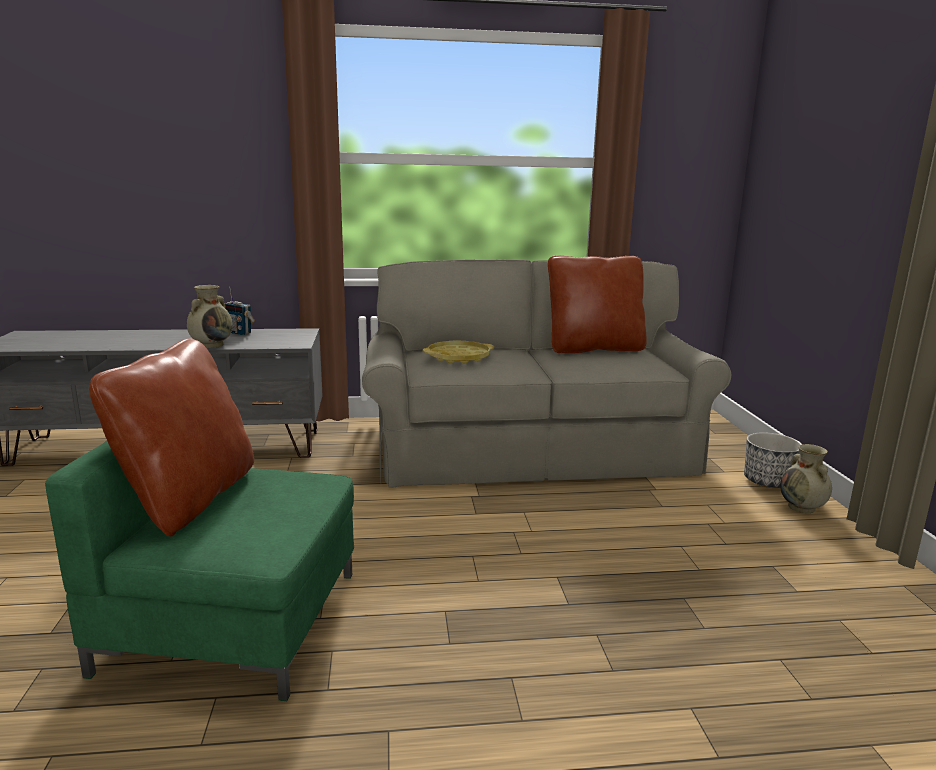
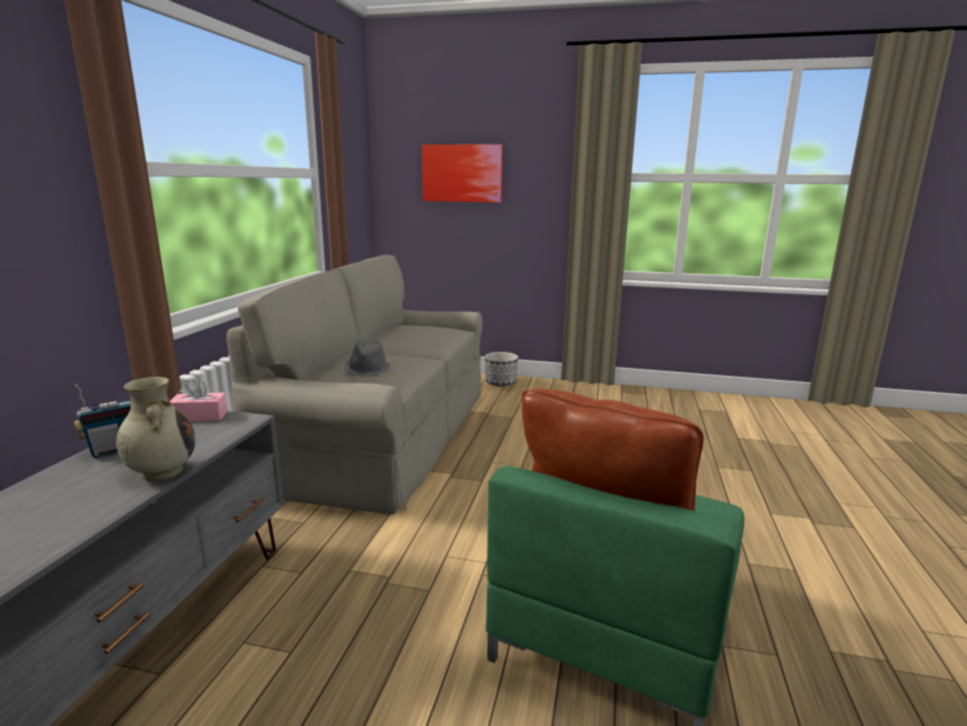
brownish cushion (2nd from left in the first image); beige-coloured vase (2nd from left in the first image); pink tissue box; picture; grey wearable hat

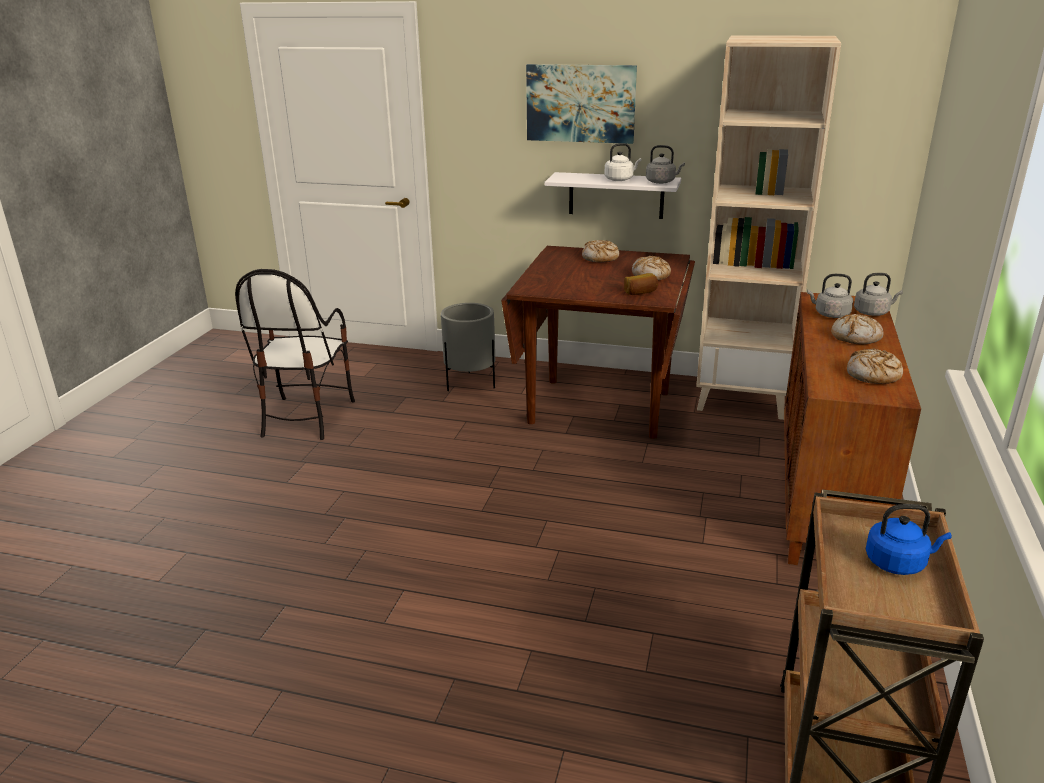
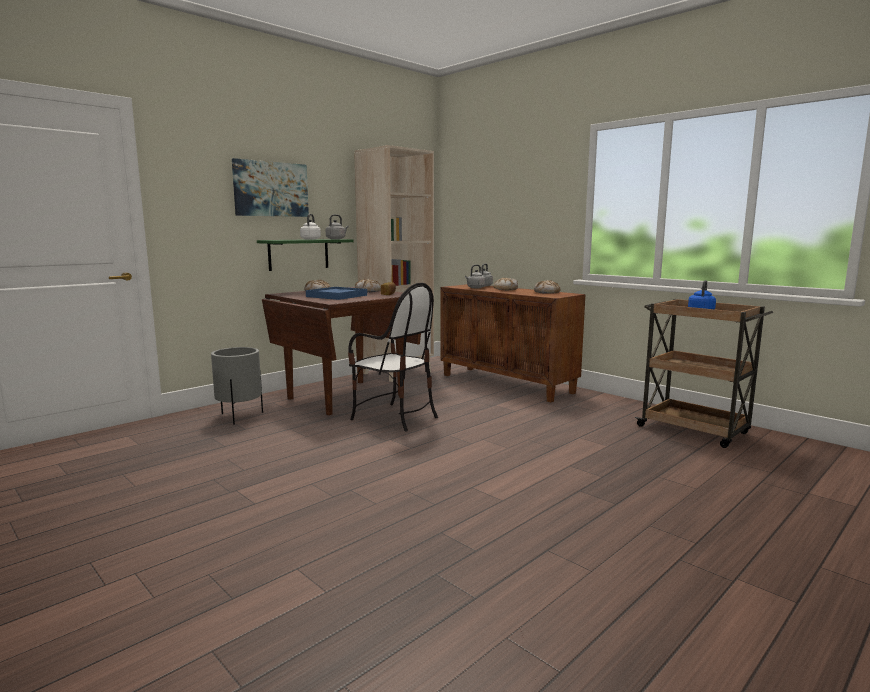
blue-coloured tray; upright chair; green shelf

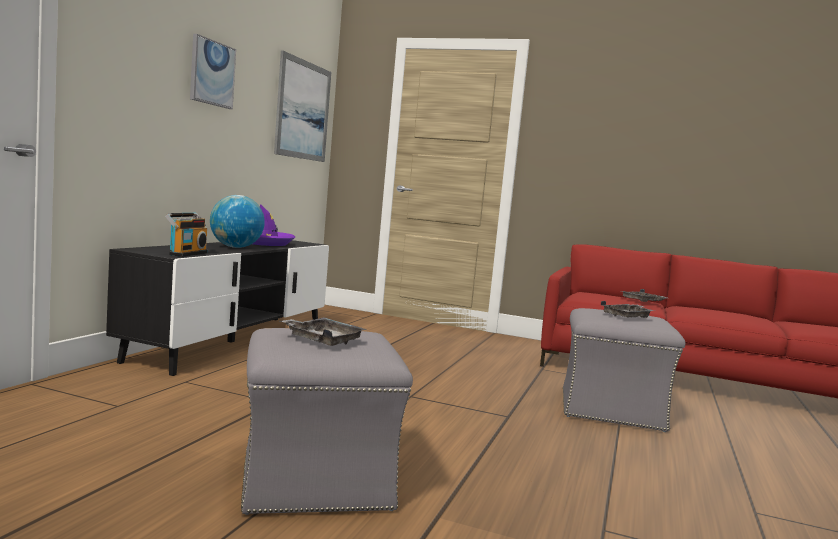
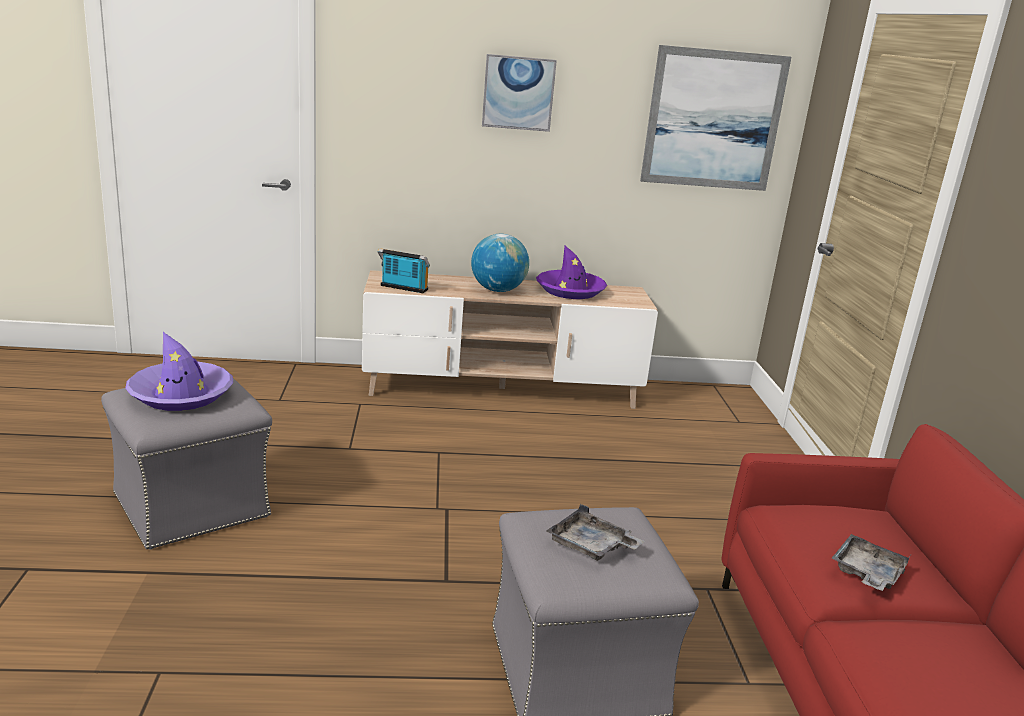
purple wearable hat (1st from left); beige-coloured media console; radio receiver

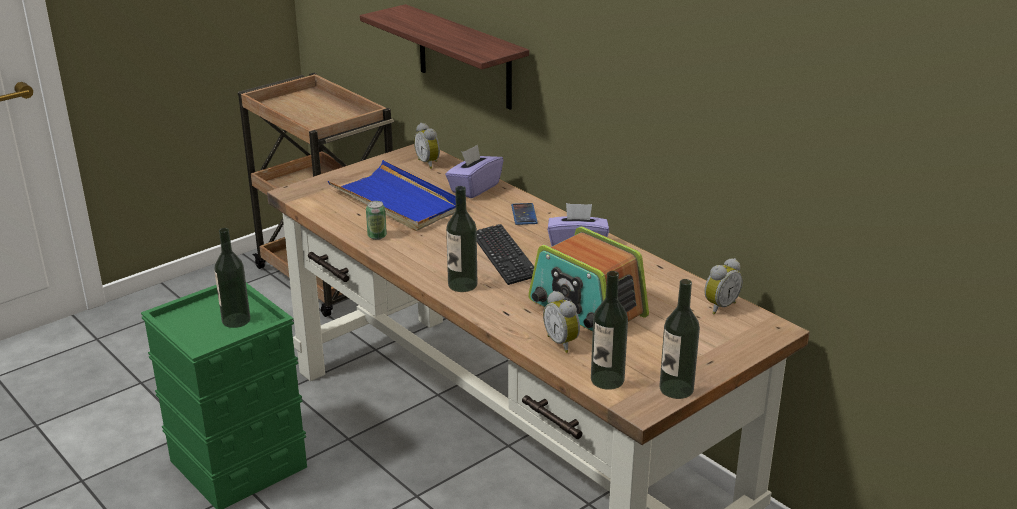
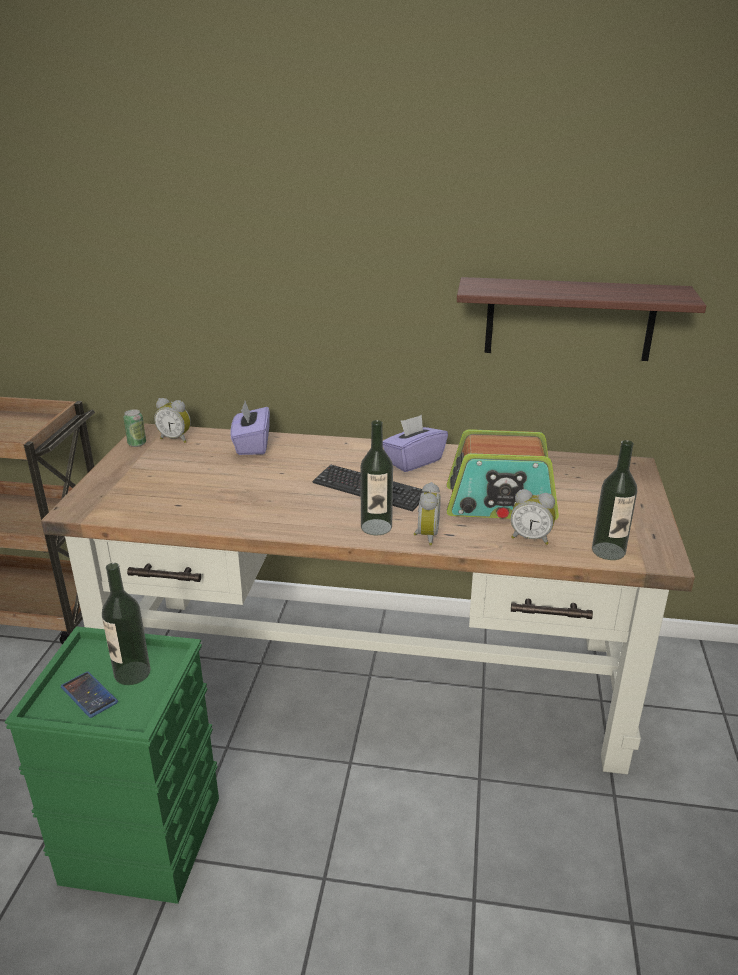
blue-coloured tray; beverage bottle (4th from left in the first image); shelf; sealed can; telephone; bedside clock (2nd from left)

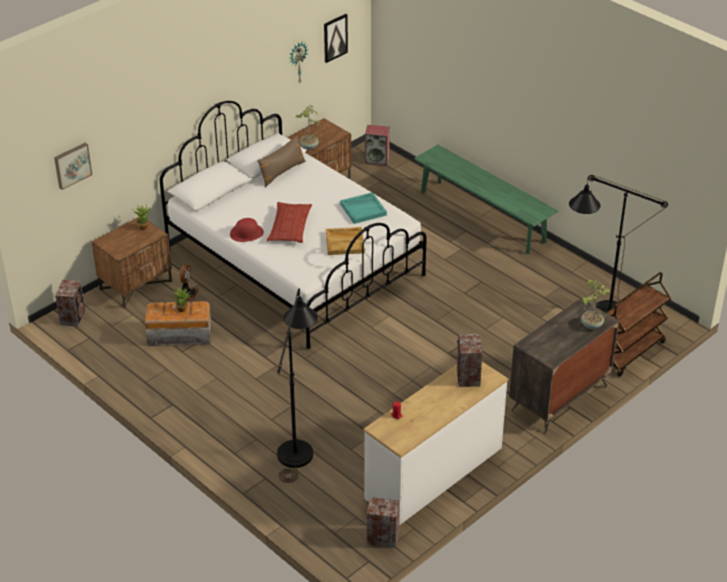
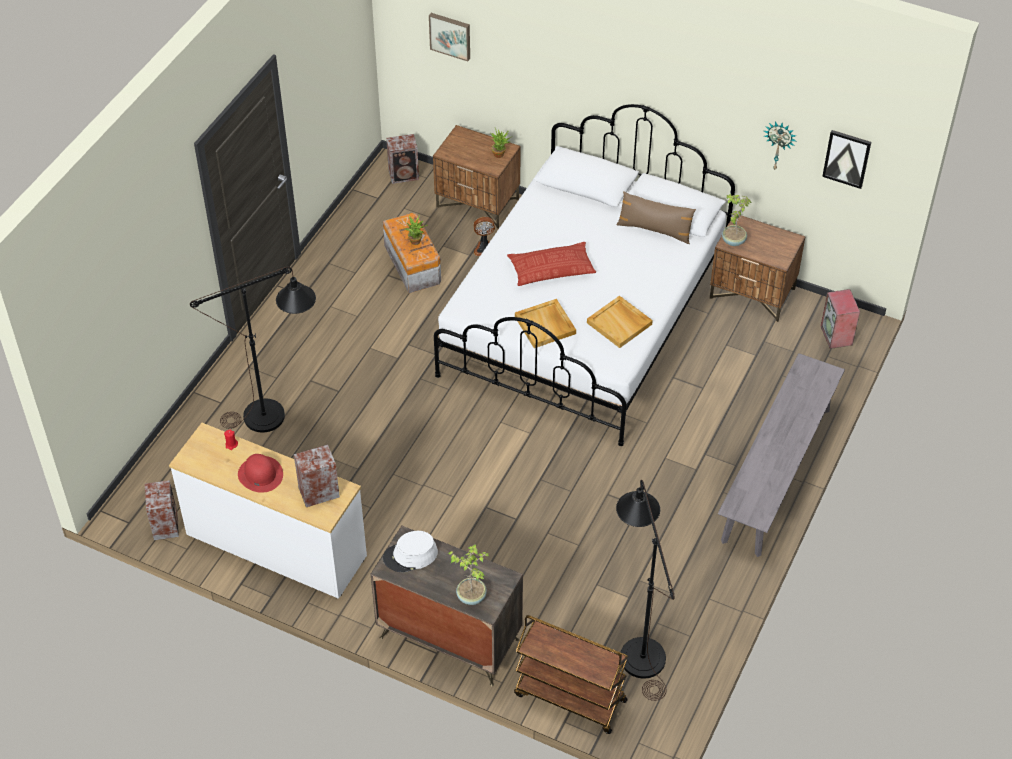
white wearable hat; red-coloured wearable hat; beige-coloured tray (2nd from left); grey bench

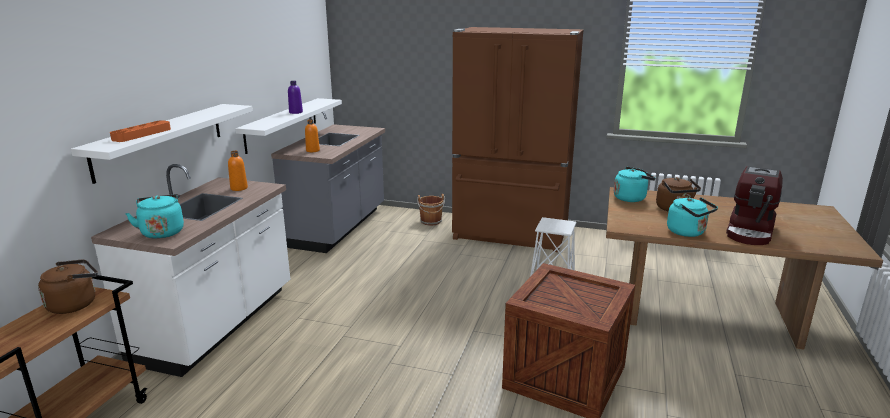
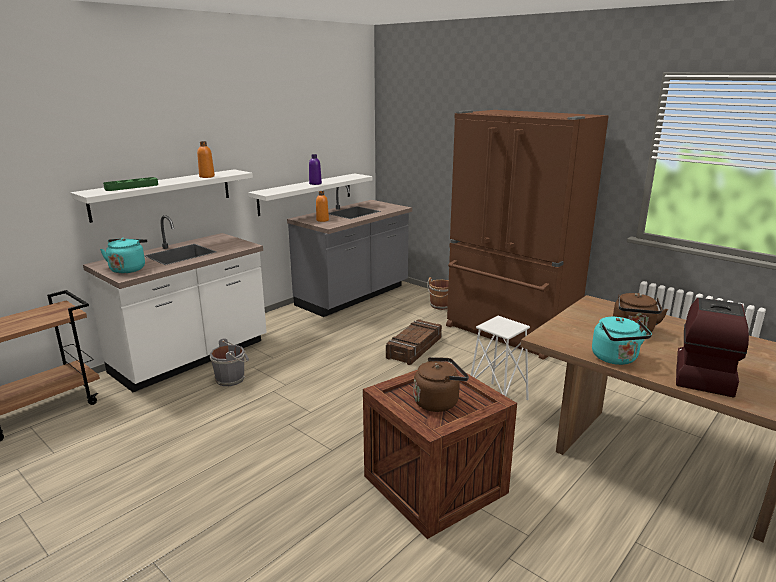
turquoise-coloured tea kettle (2nd from left in the first image); grey pail; packing crate (1st from left); brownish tea kettle (1st from left); orange-coloured beverage bottle (1st from left); green tray; coffee maker

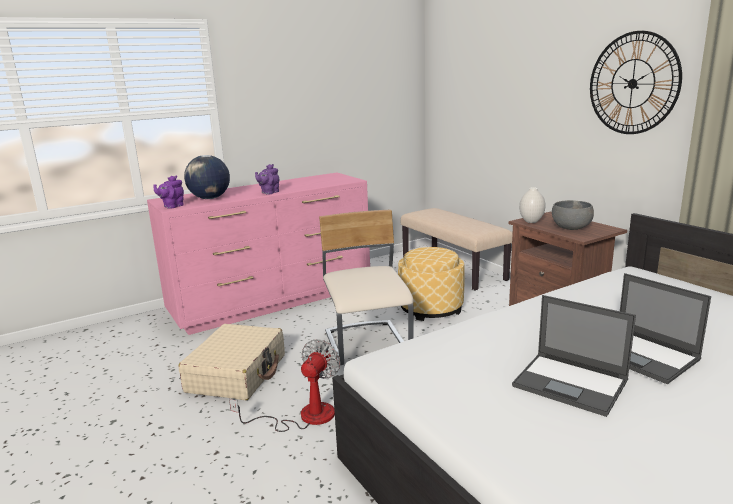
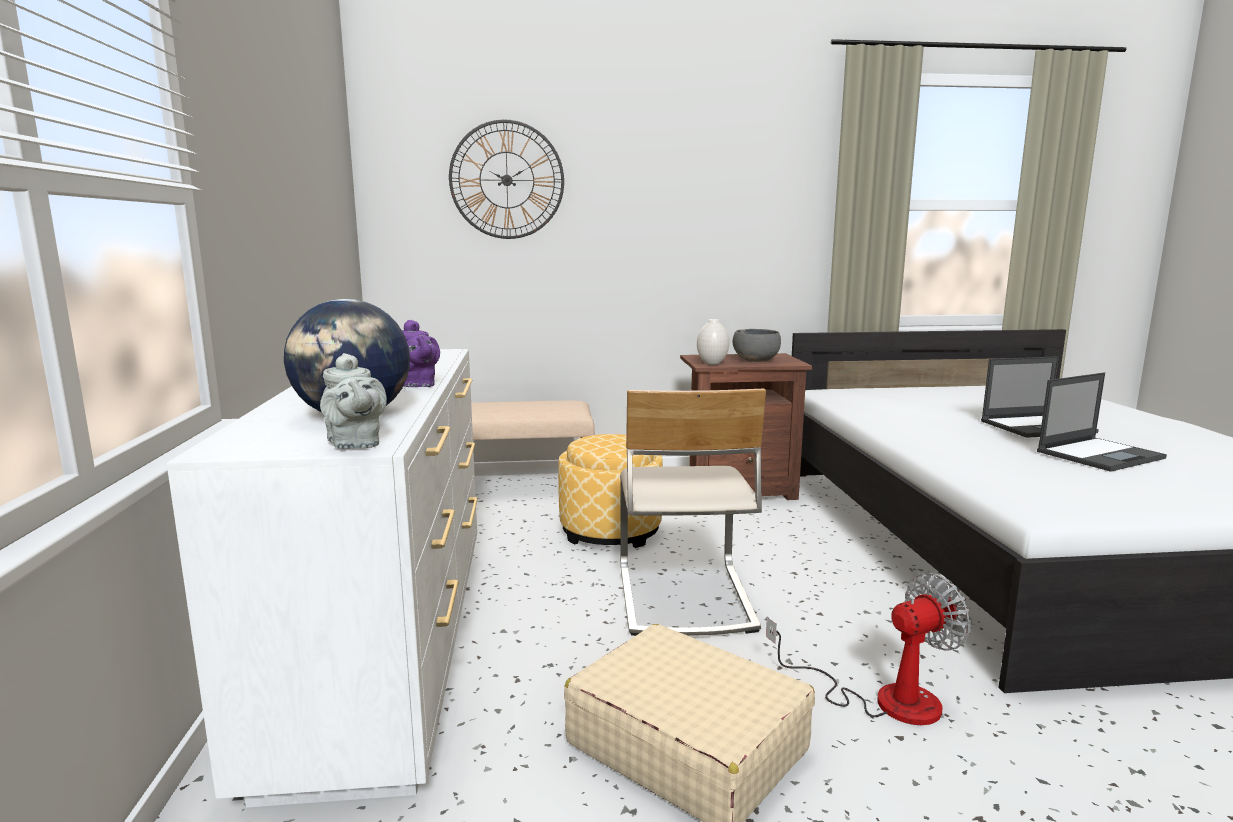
hanging clock; white dresser; grey pot for tea; fan; beige-coloured upright chair

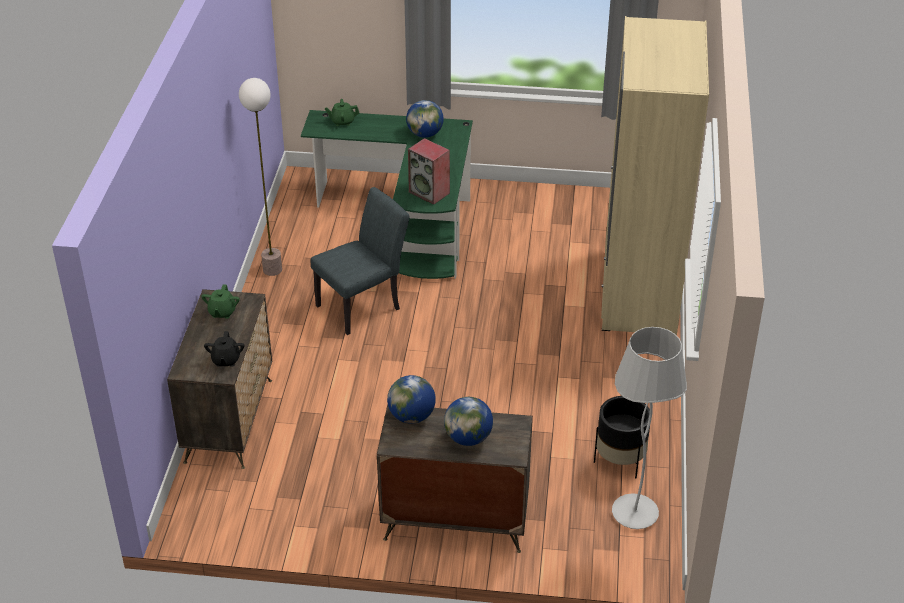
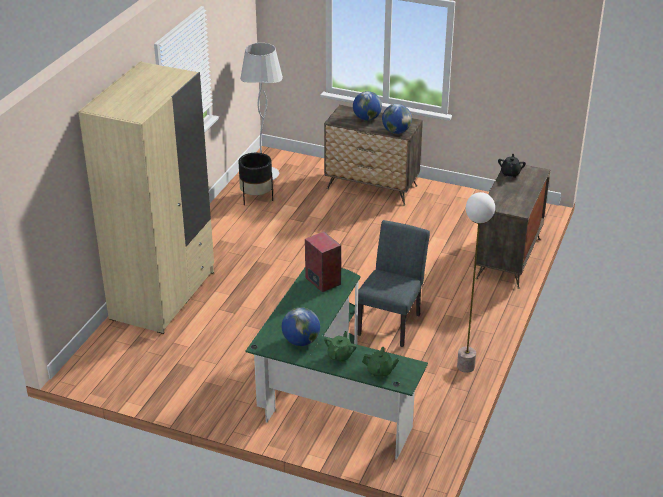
green pot for tea (1st from left); grey upright chair

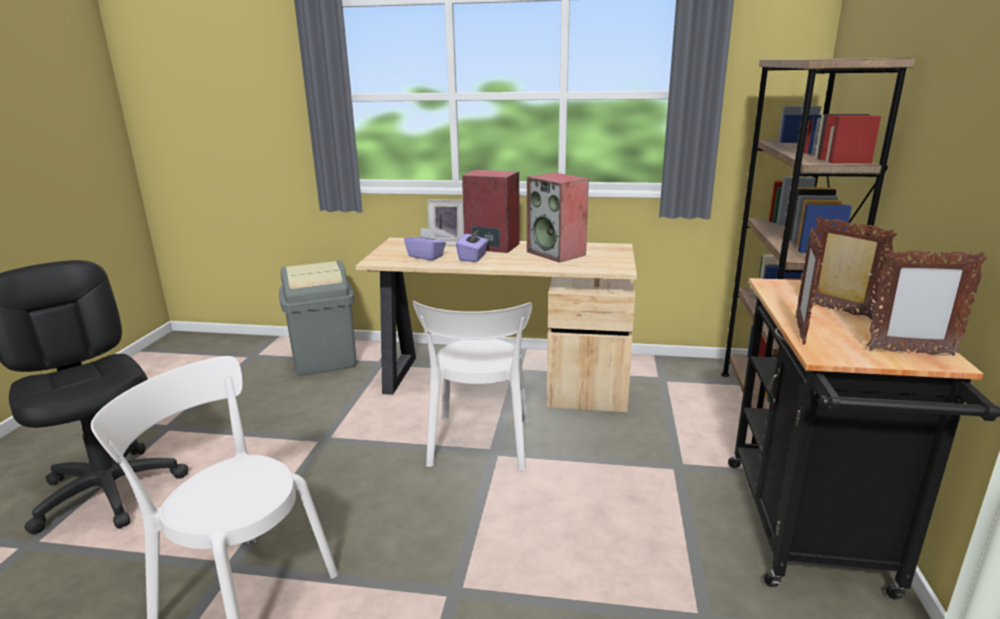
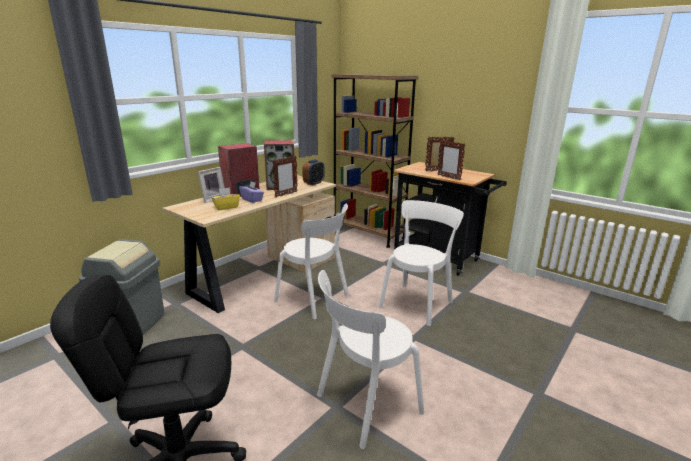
bedside clock; white upright chair (3rd from left); photo frame (2nd from left); yellow tissue box

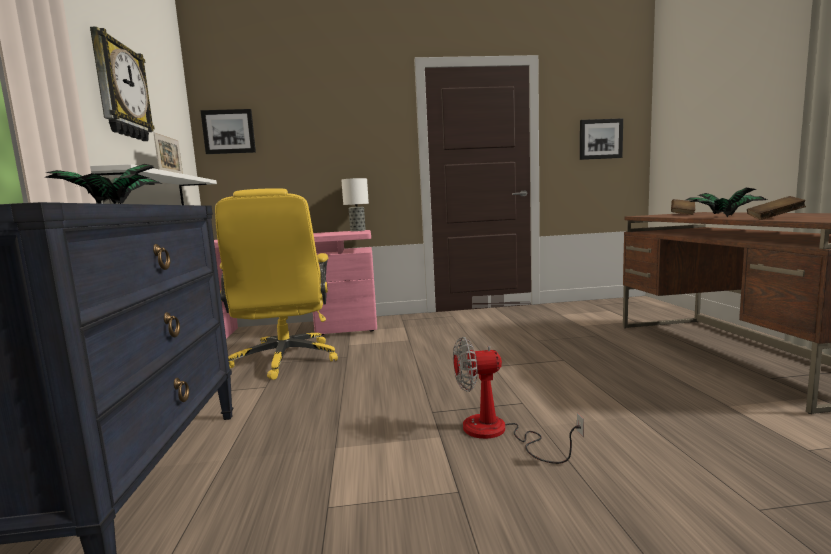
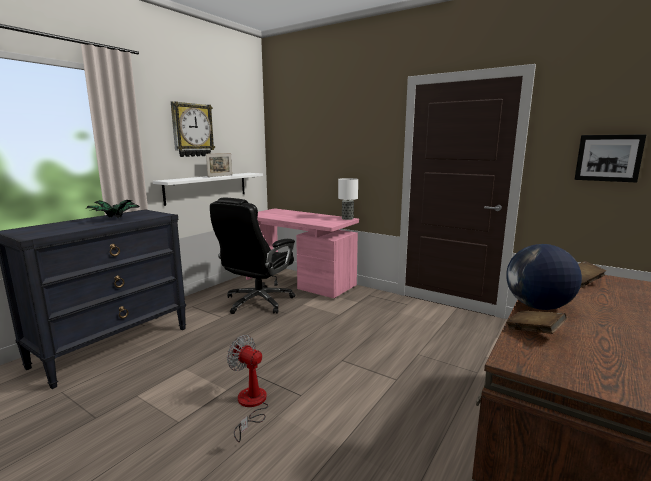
picture (1st from left in the first image); world globe; blackish computer chair

